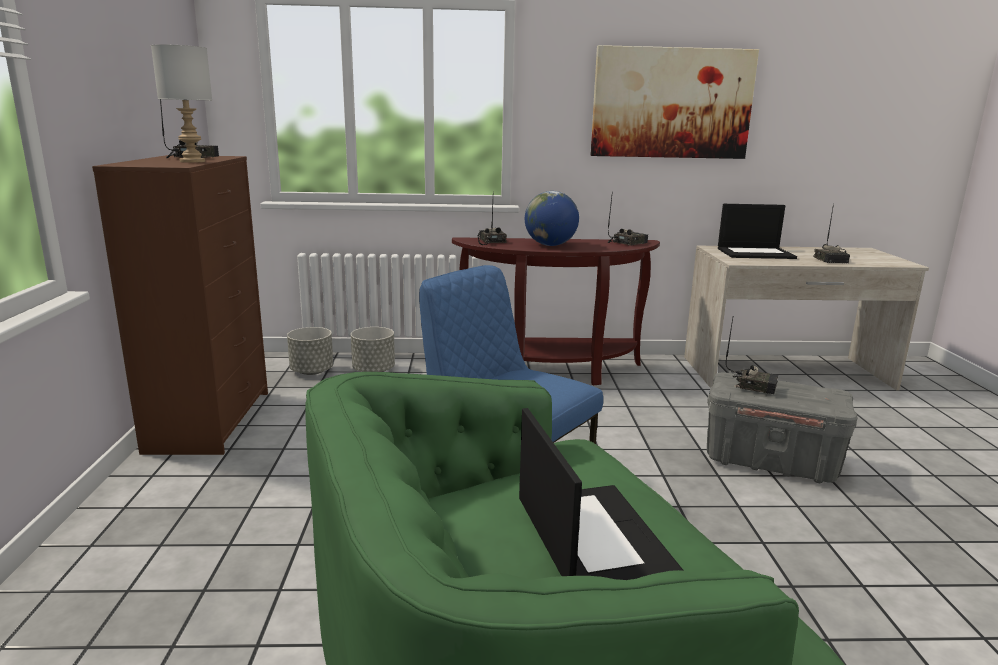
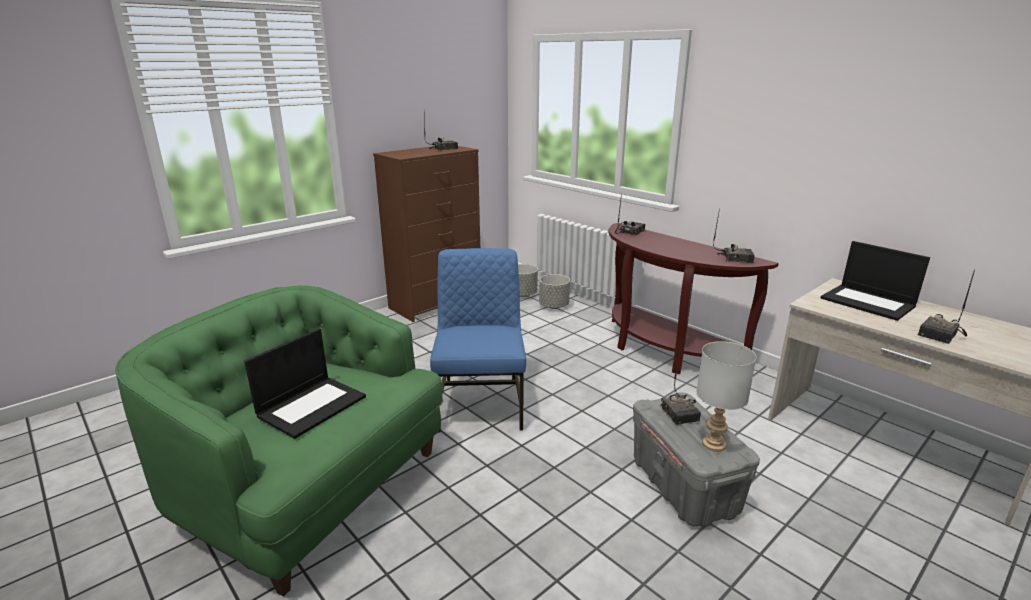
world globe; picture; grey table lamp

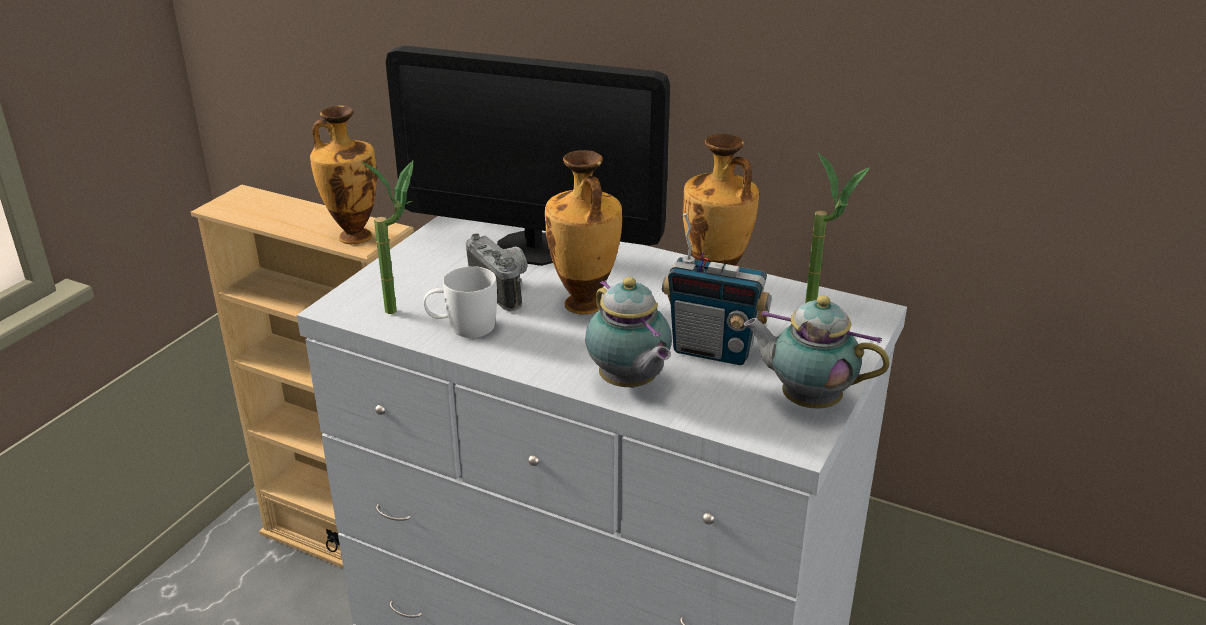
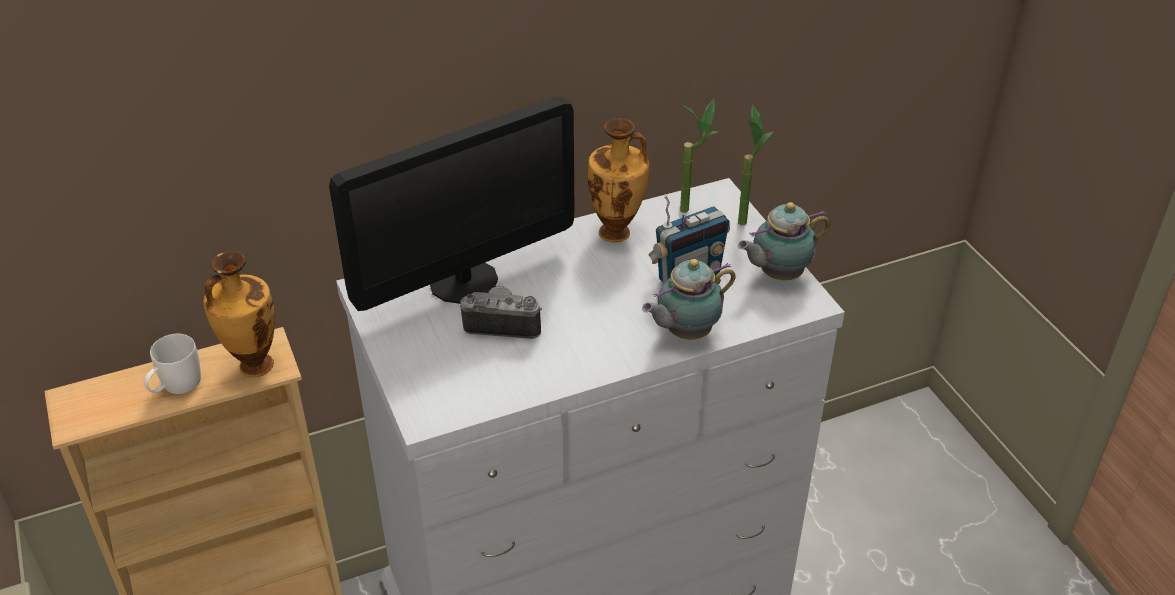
vase (2nd from left in the first image); plant in a pot (2nd from left); white coffee mug; pot for tea (1st from left)

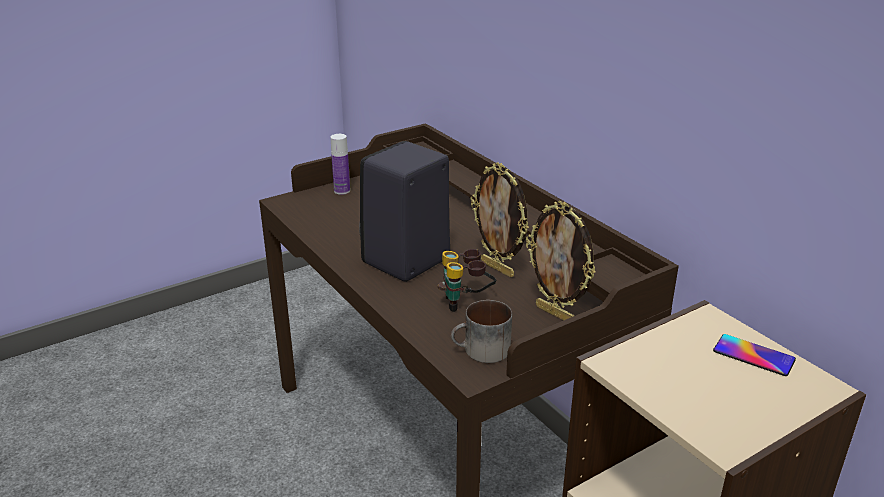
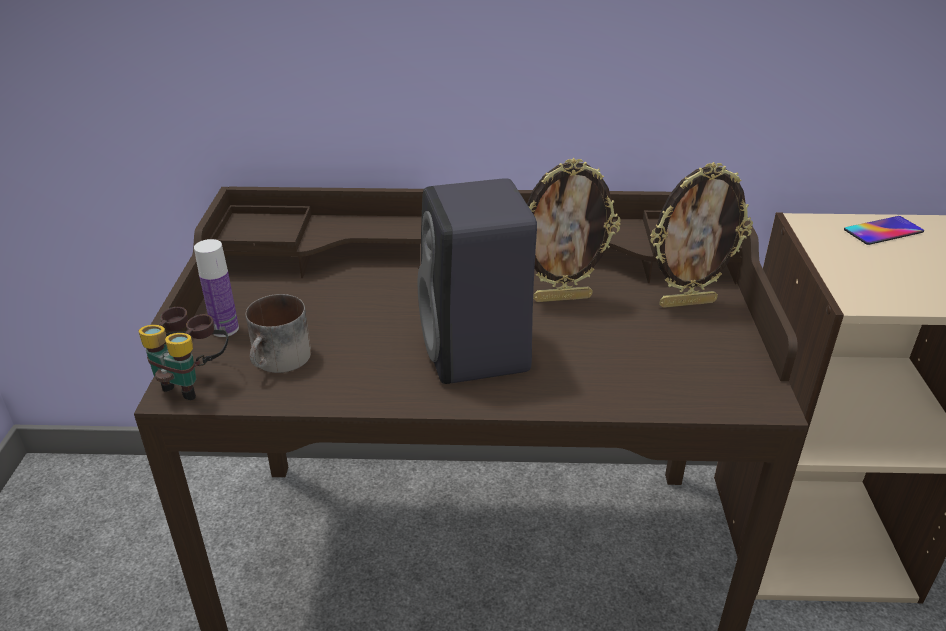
field glasses; coffee mug

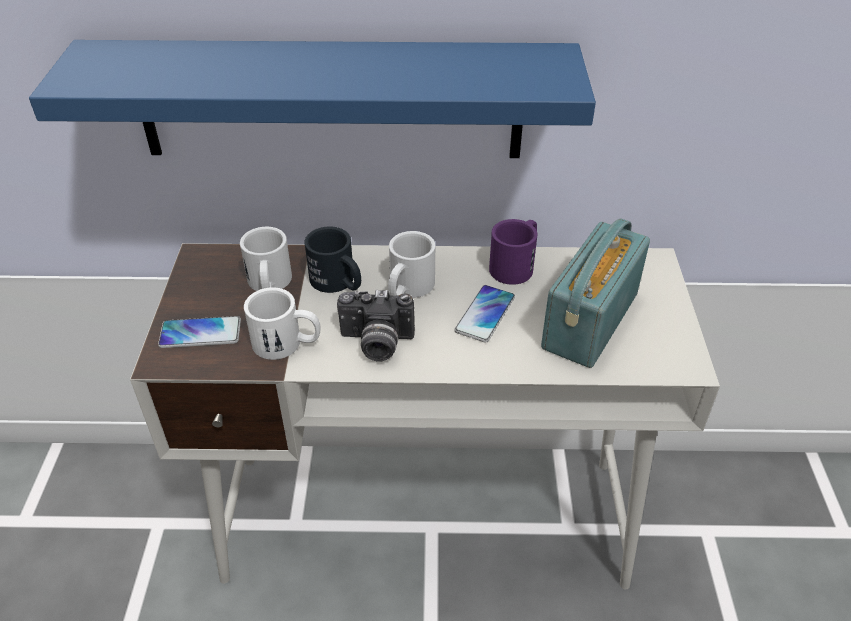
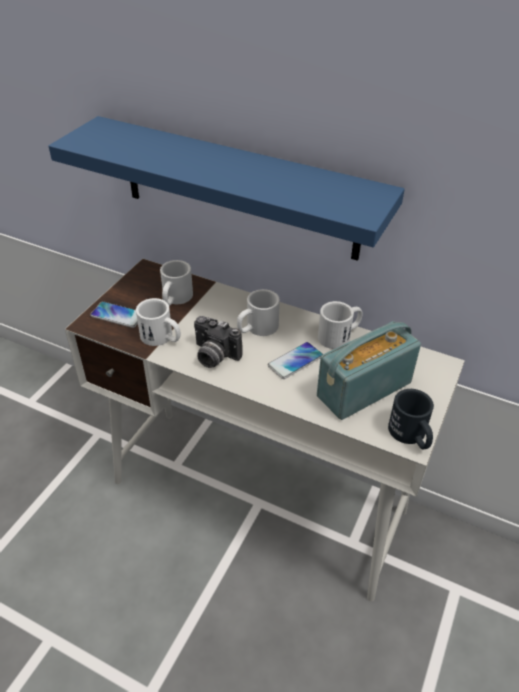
blackish coffee mug; white coffee mug (4th from left)

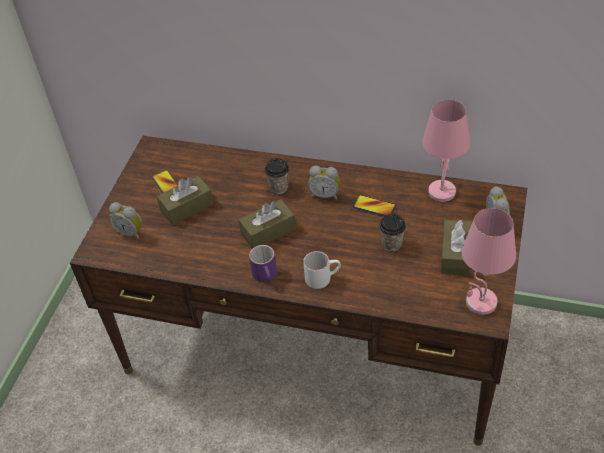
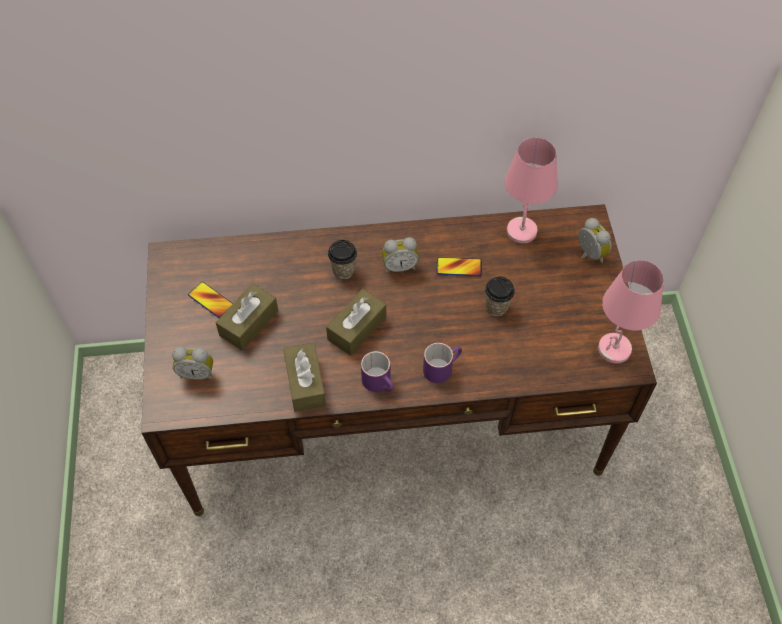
brownish tissue box (2nd from left); purple coffee mug (2nd from left)

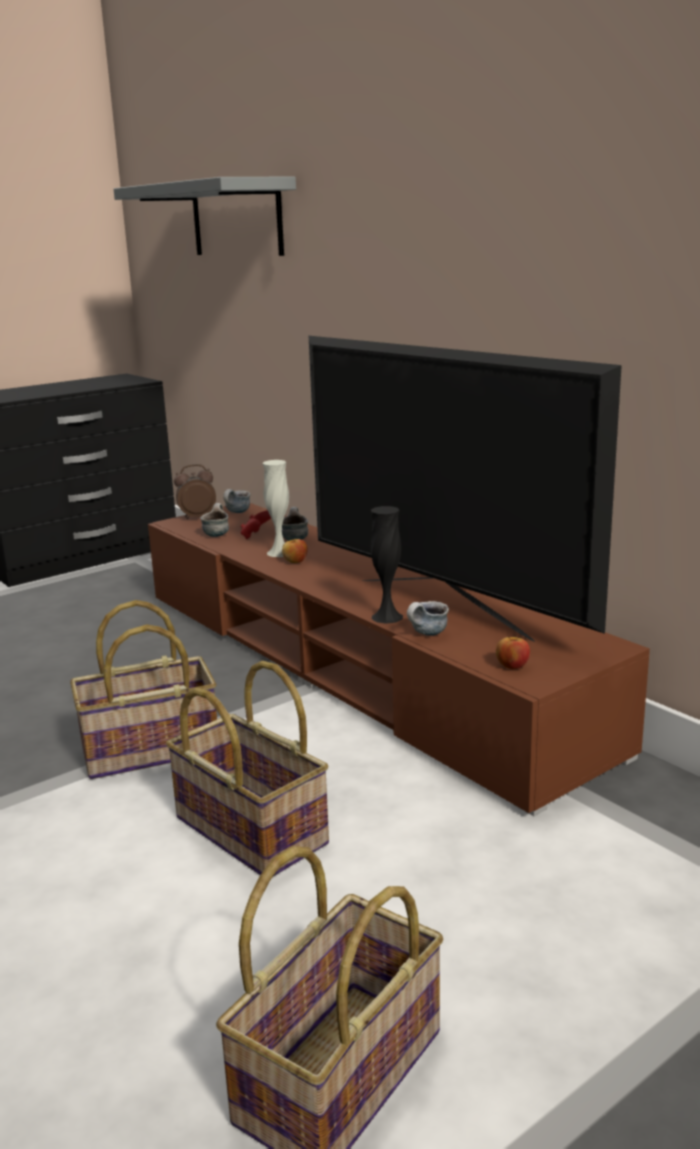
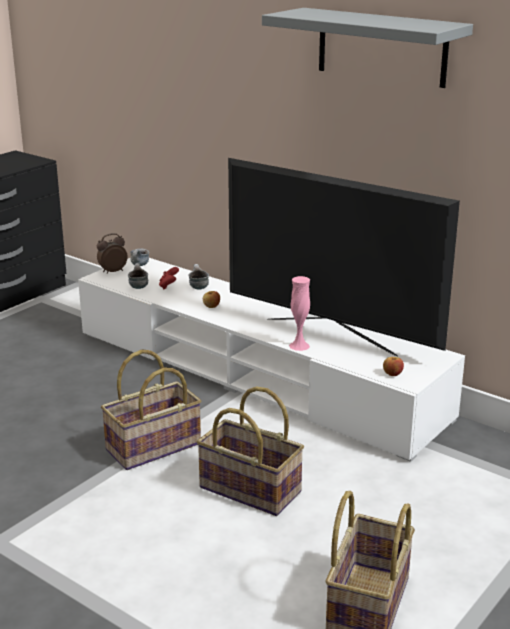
white vase; coffee mug (4th from left in the first image); grey shelf; white media console; pink vase

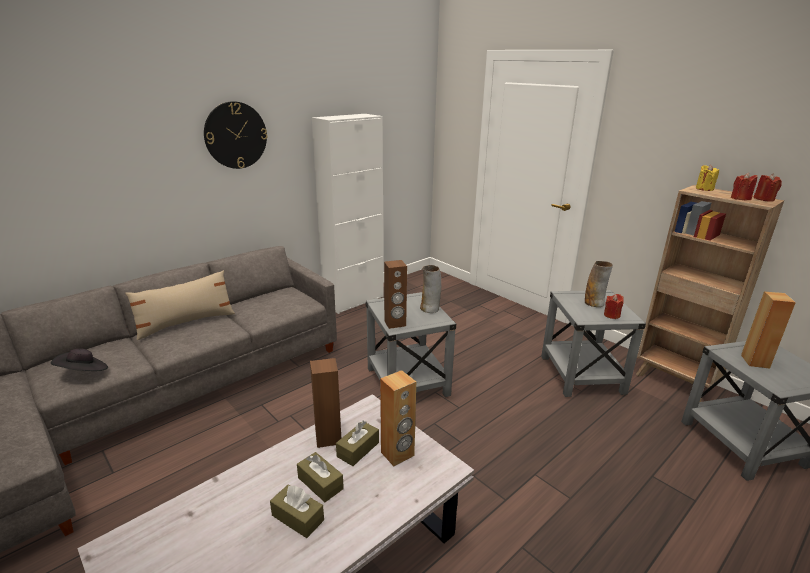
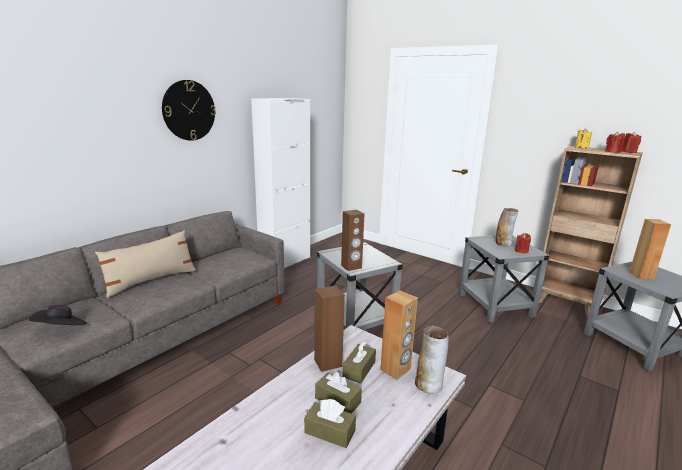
vase (1st from left)

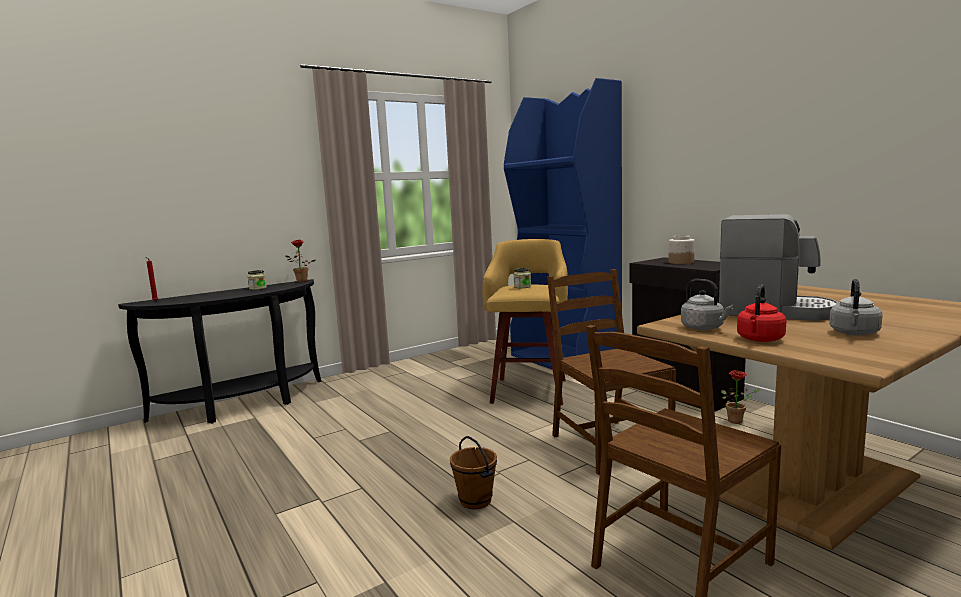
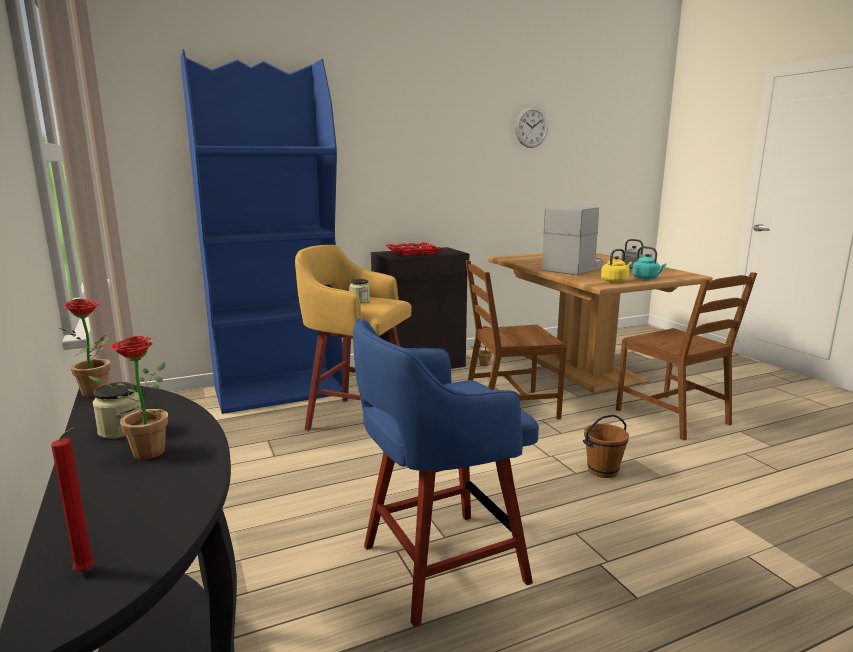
plant in a pot (2nd from left); blue-coloured sitting stool; hanging clock; red-coloured tray; yellow tea kettle; turquoise-coloured tea kettle

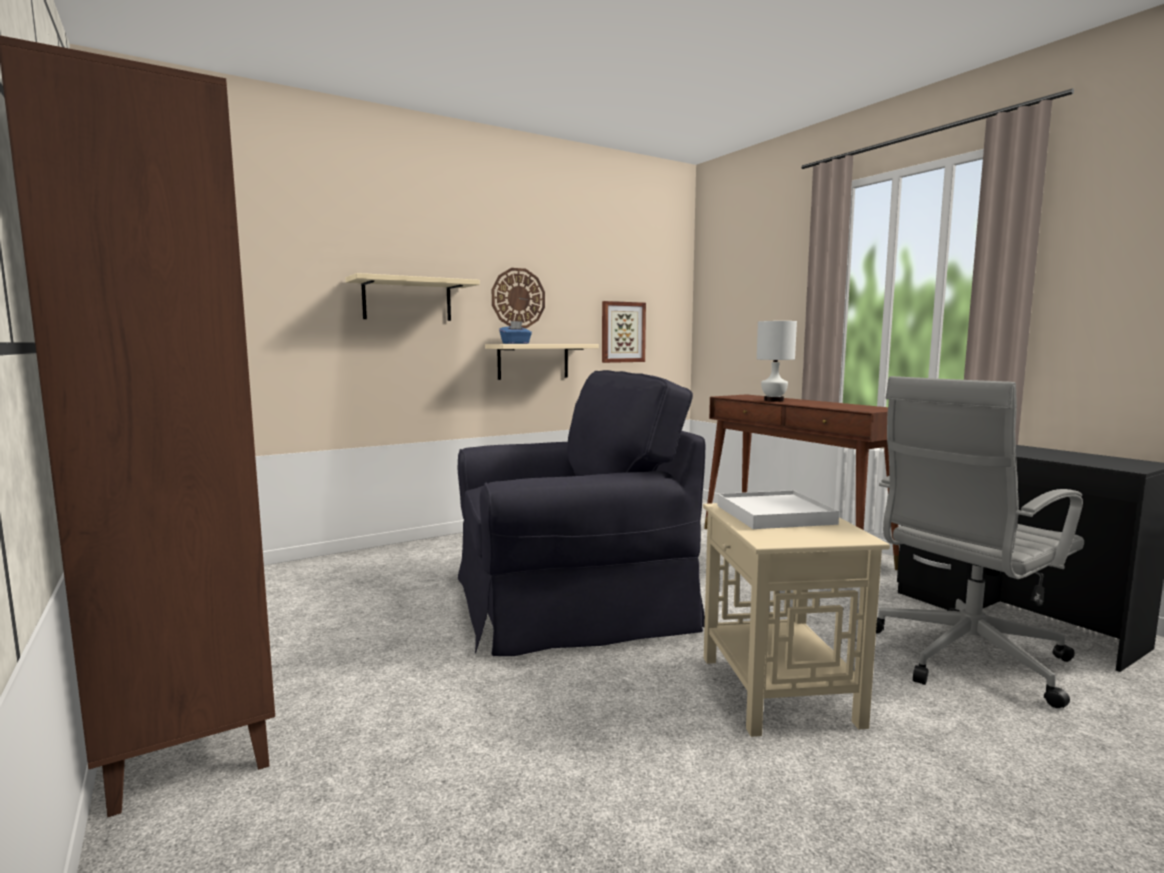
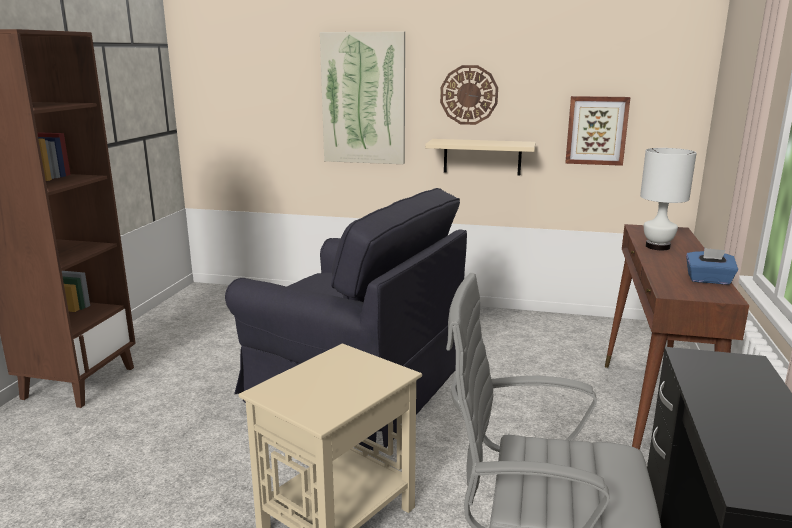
white tray; blue-coloured tissue box; picture (1st from left)

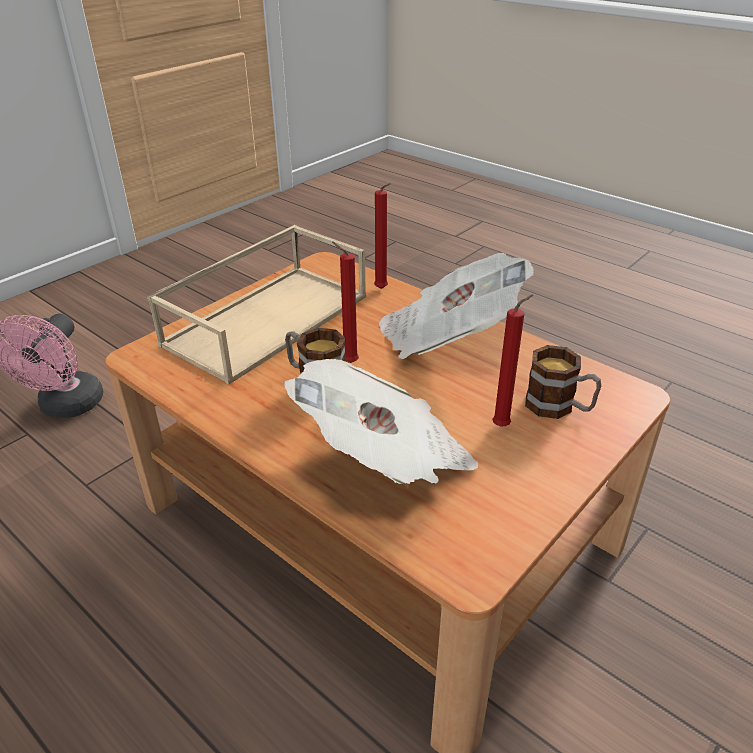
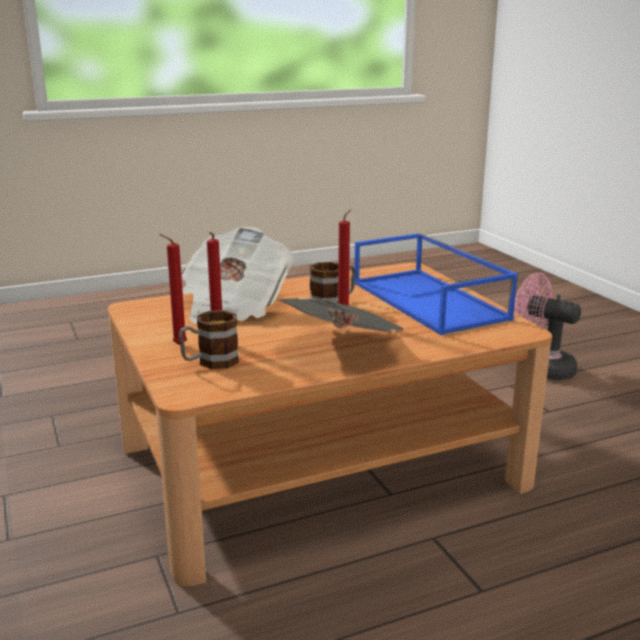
red-coloured wax light (1st from left); blue-coloured tray

